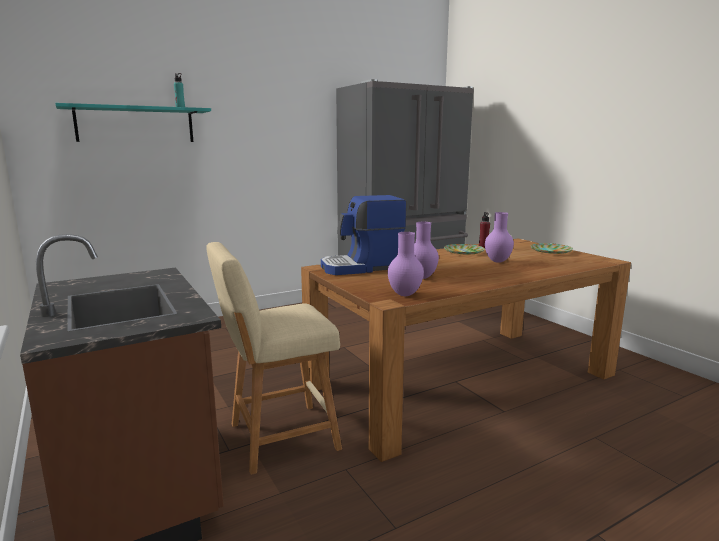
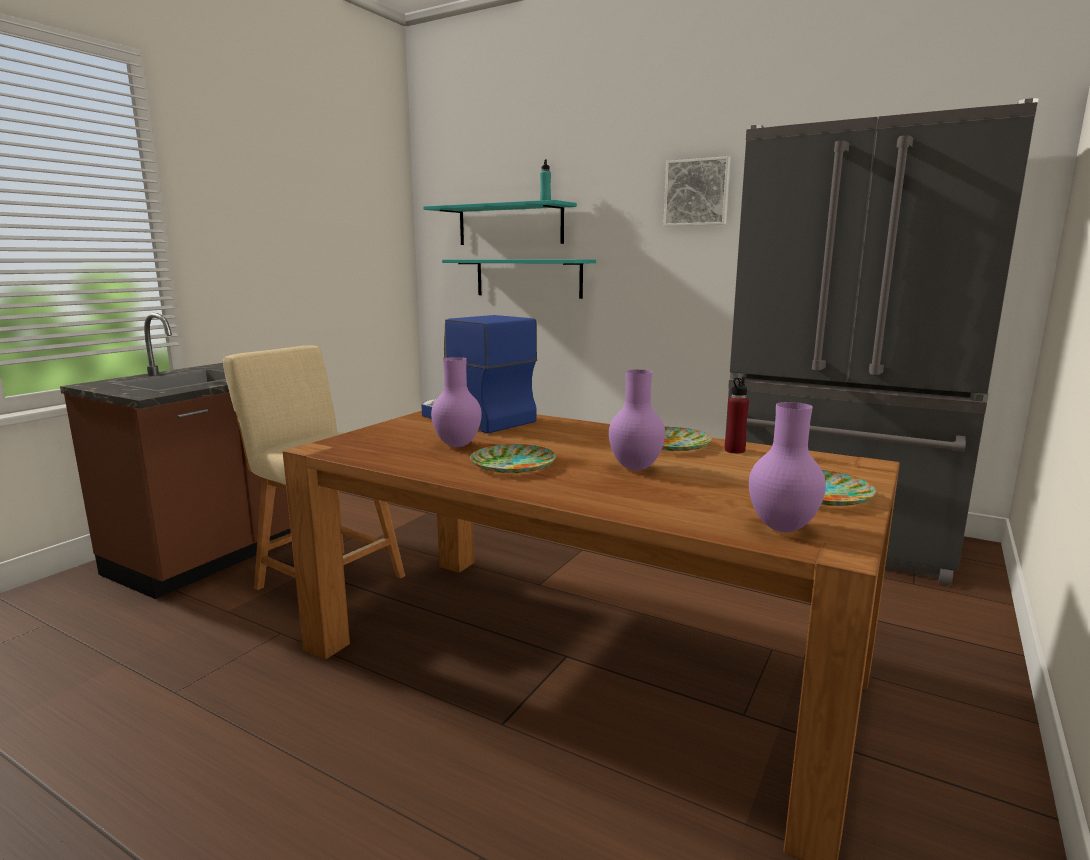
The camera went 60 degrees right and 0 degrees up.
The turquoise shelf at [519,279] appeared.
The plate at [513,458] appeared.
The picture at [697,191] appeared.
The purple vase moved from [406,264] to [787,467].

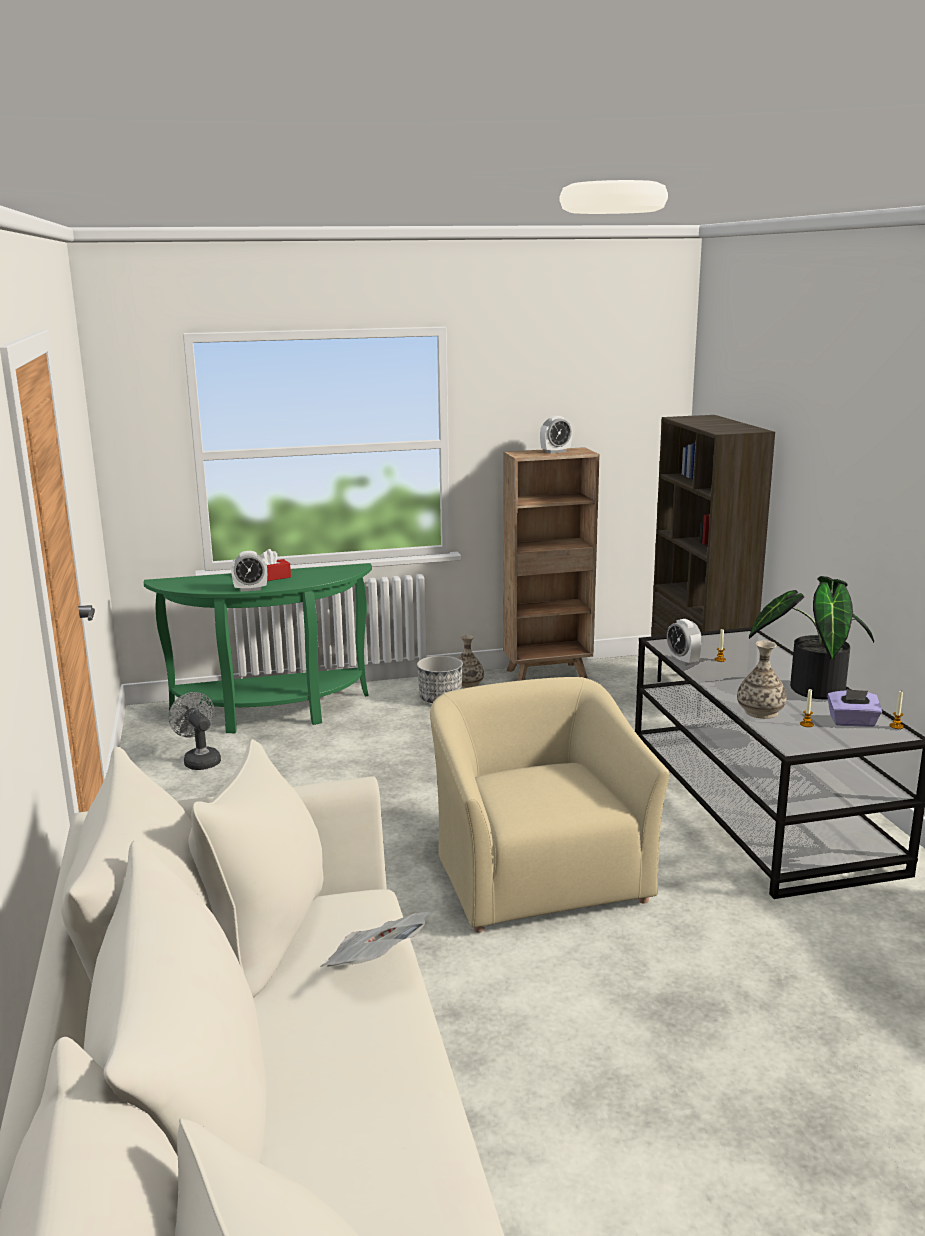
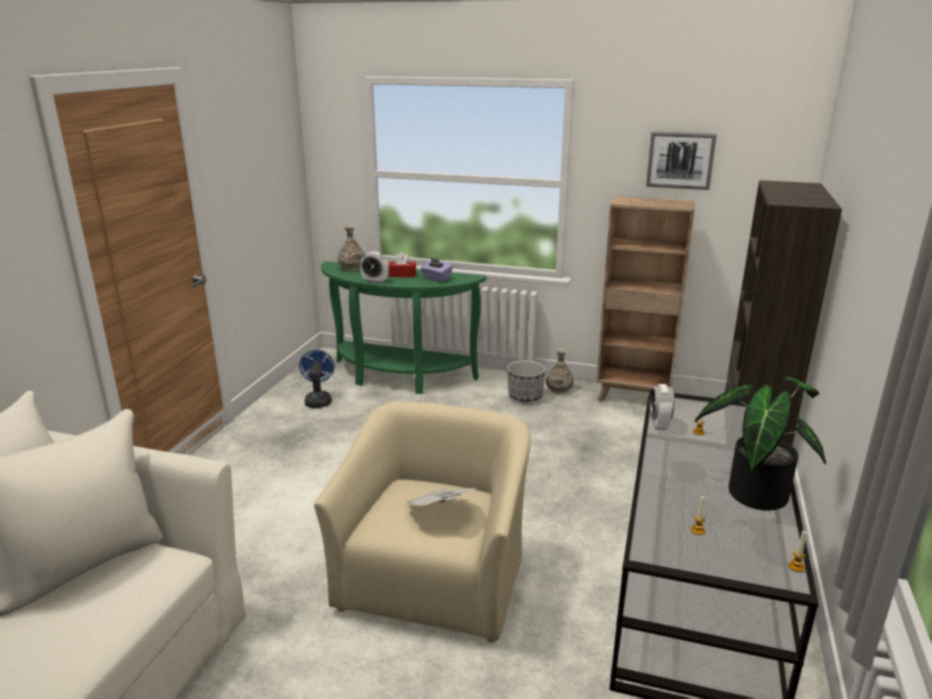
The camera went 30 degrees right and 5 degrees up.
The grey fan at [194,731] became the blue fan at [317,379].
The vase moved from [762,679] to [352,248].
The newspaper moved from [375,939] to [441,497].
The purple tissue box moved from [854,708] to [437,269].
The picture at [681,161] appeared.
The alarm clock at [556,435] disappeared.

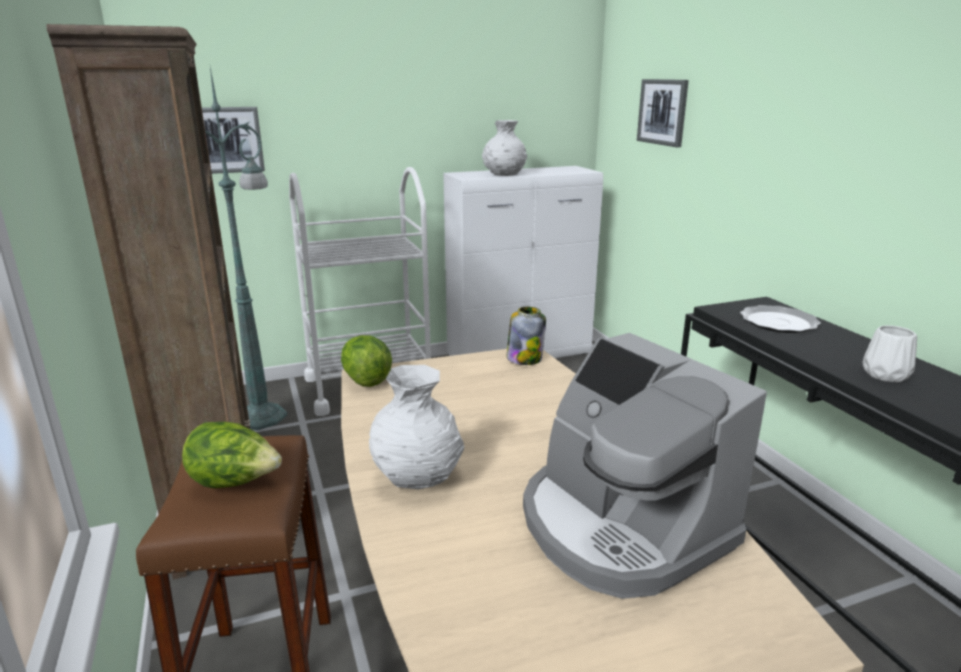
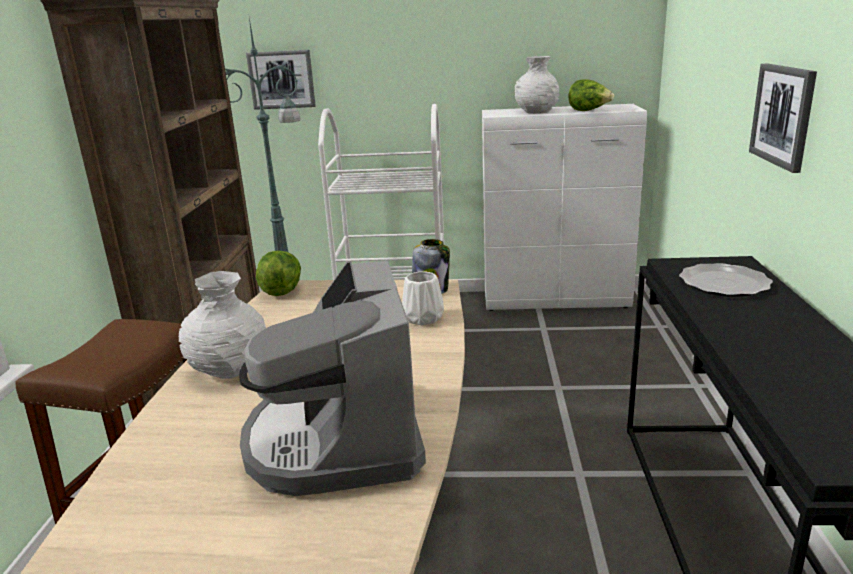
The camera went 25 degrees right and 0 degrees up.
The white vase moved from [890,353] to [423,298].
The lettuce moved from [232,455] to [591,95].
The picture moved from [663,113] to [783,118].

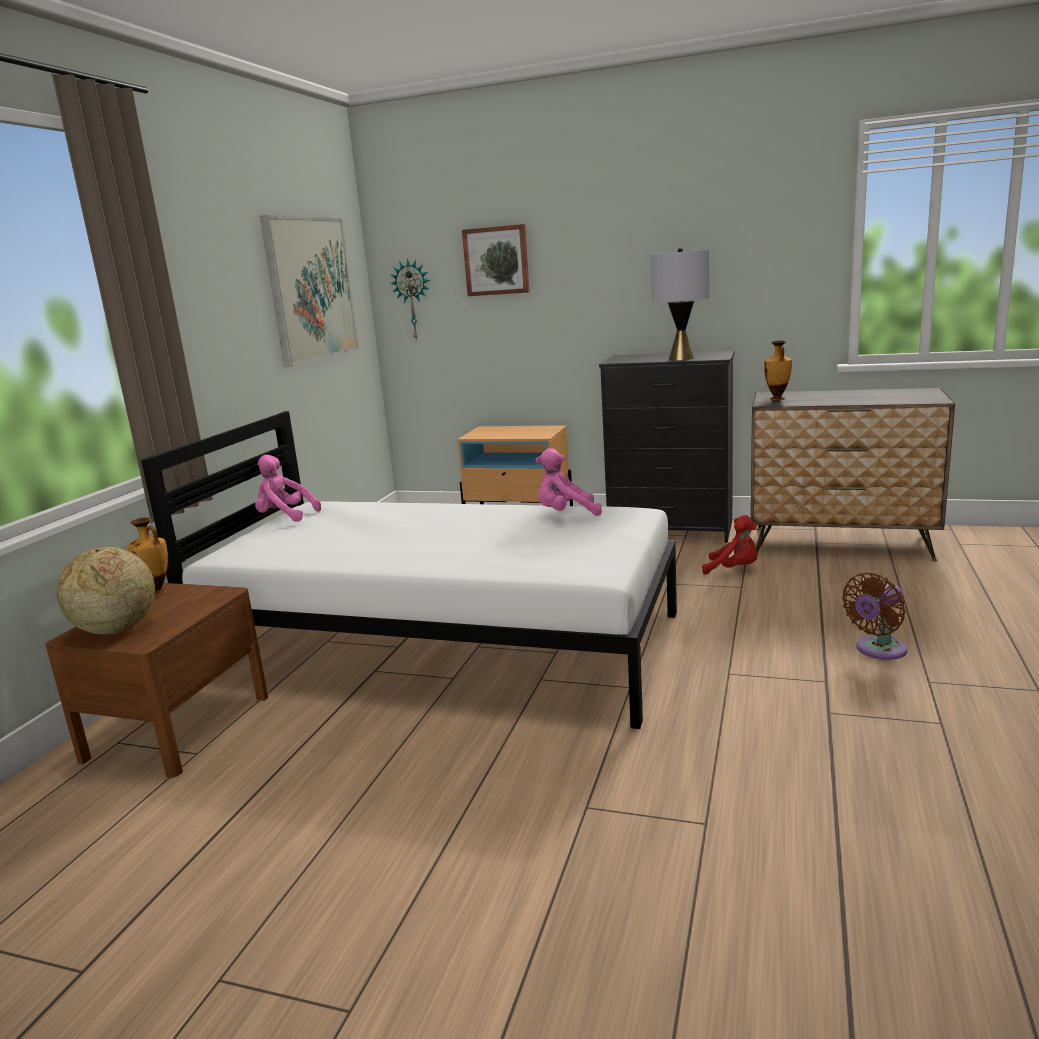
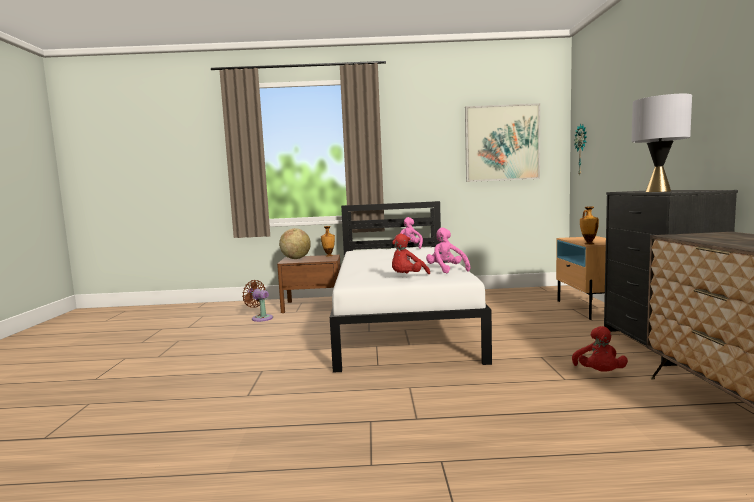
The camera went 70 degrees right and 10 degrees down.
The brown fan moved from [875,616] to [257,301].
The red plush toy at [411,254] appeared.
The vase moved from [778,370] to [589,226].
The picture at [496,260] disappeared.

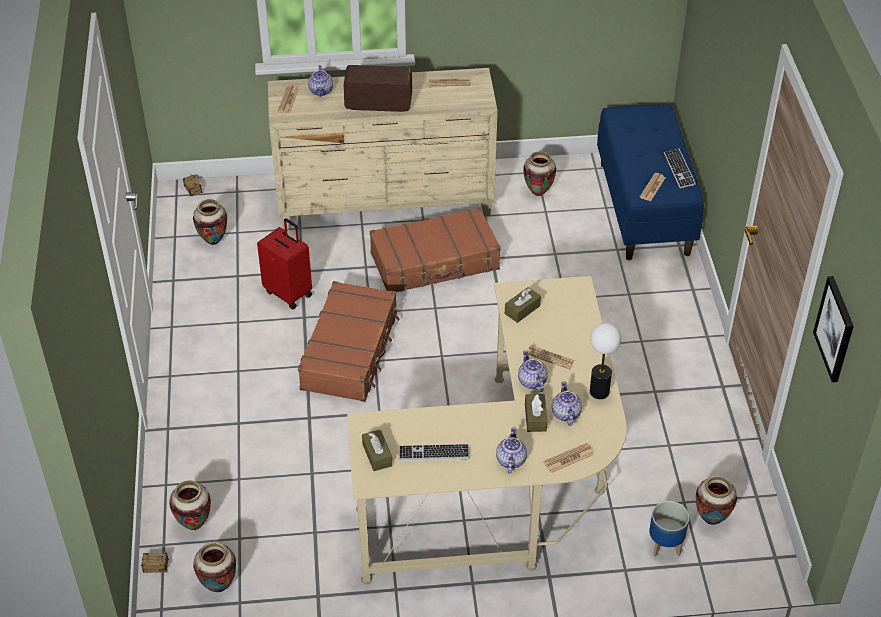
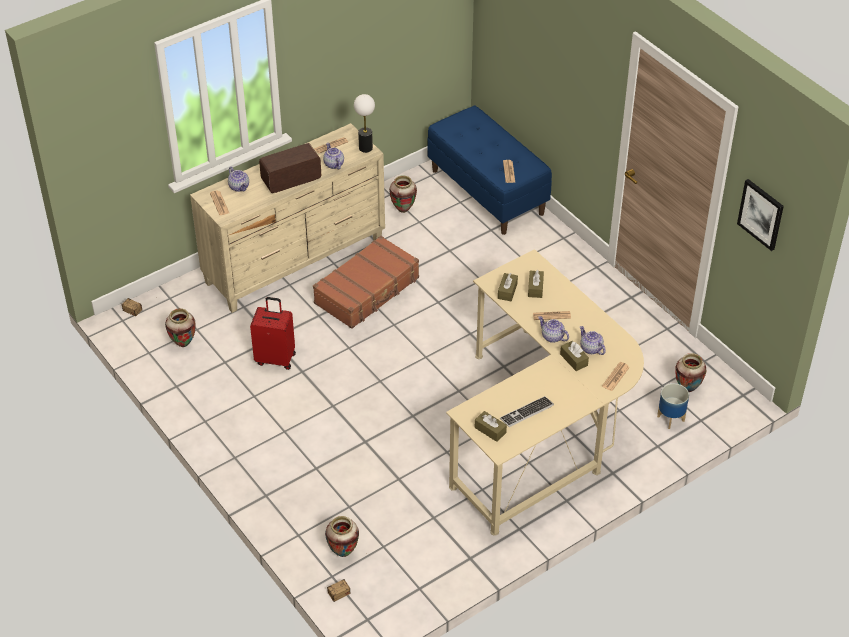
The camera went 30 degrees left and 0 degrees up.
The teapot moved from [511,450] to [333,156].
The table lamp moved from [605,361] to [364,123].
The brown tissue box at [536,284] appeared.
The vase at [214,567] disappeared.
The brown suitcase at [349,341] disappeared.
The keyboard at [680,168] disappeared.

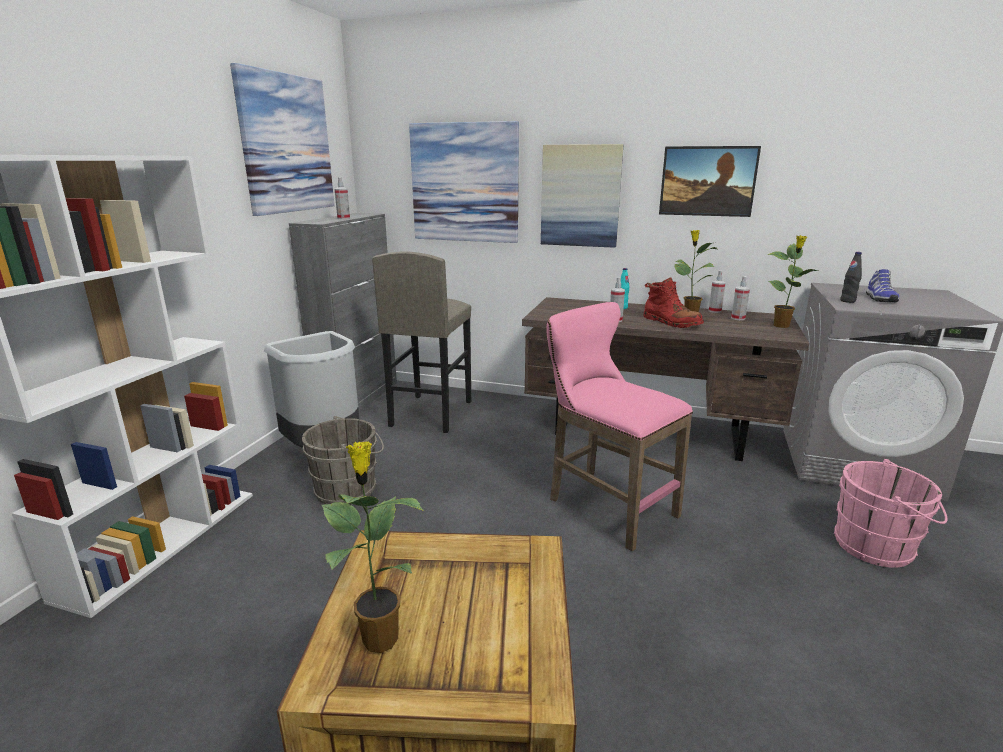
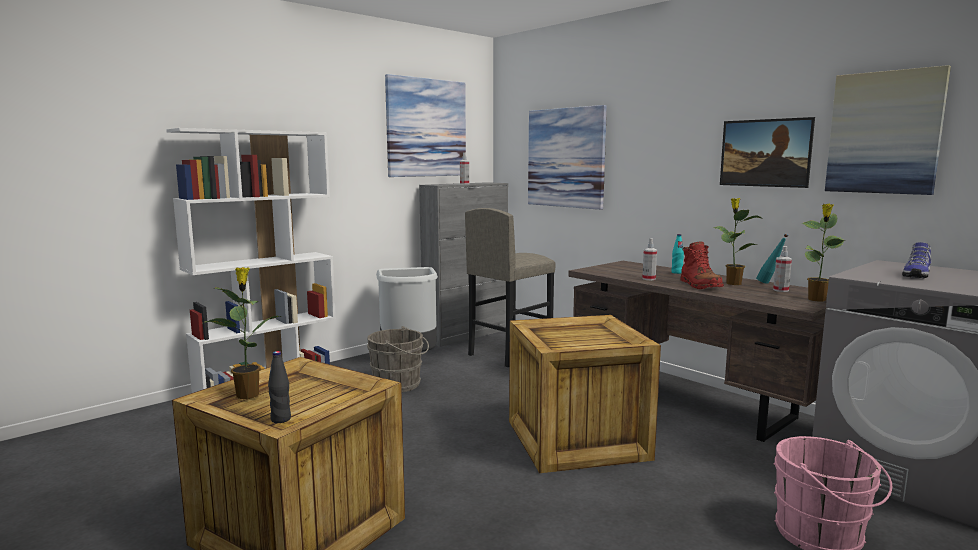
The camera went 30 degrees right and 10 degrees down.
The black bottle moved from [851,277] to [279,387].
The pink stool at [620,426] was replaced by the crate at [585,394].
The spray bottle at [717,291] was replaced by the turquoise bottle at [772,259].
The picture moved from [582,196] to [888,130].

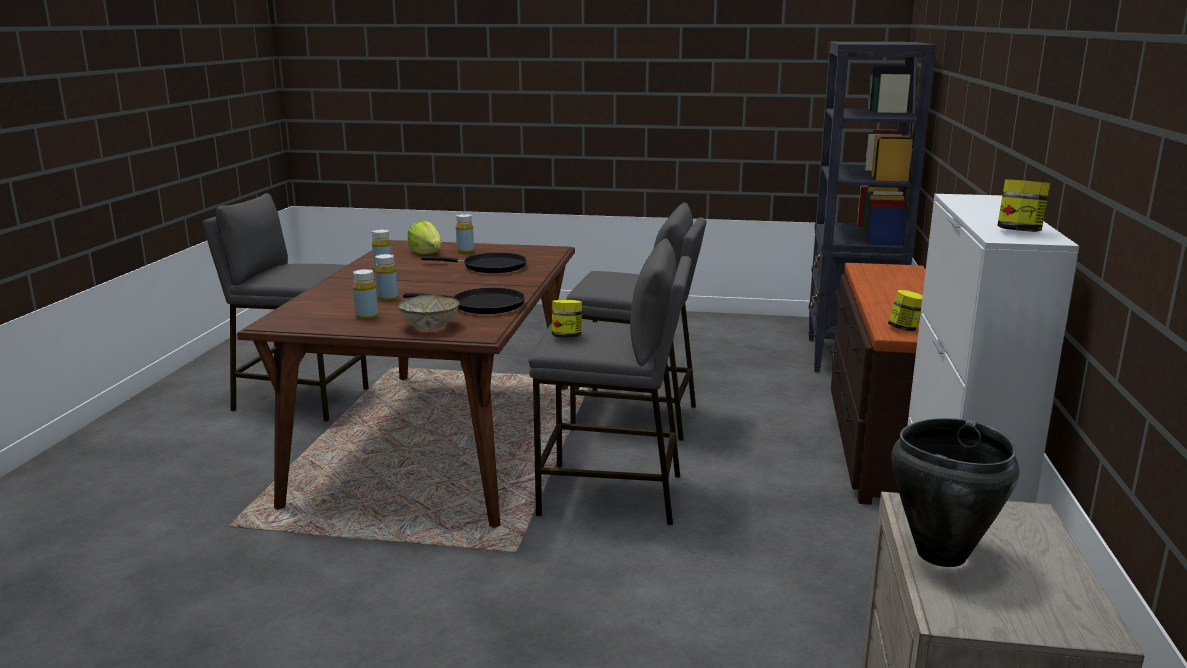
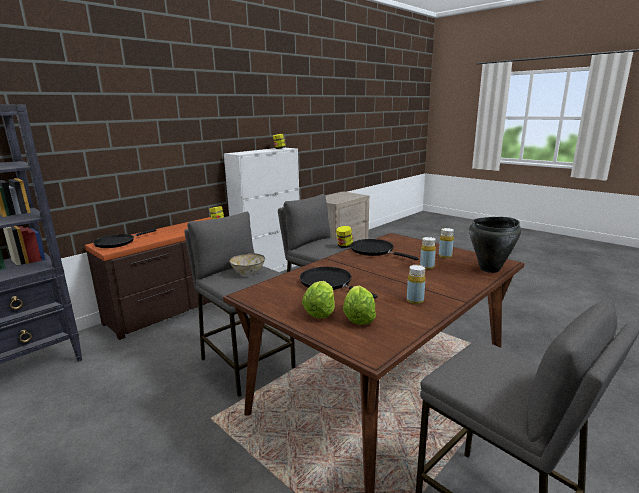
The camera went 145 degrees left and 0 degrees up.
The black frying pan at [125,238] appeared.
The bowl moved from [429,312] to [247,264].
The yellow bottle at [465,233] was replaced by the lettuce at [318,299].
The black cooking pot moved from [955,492] to [495,245].

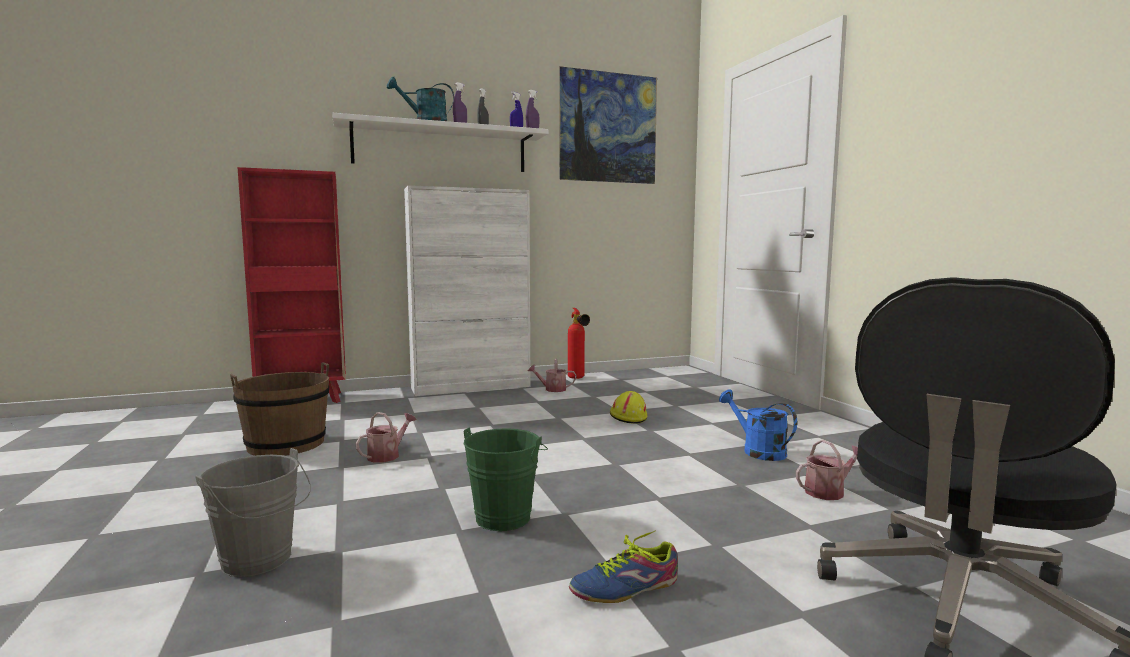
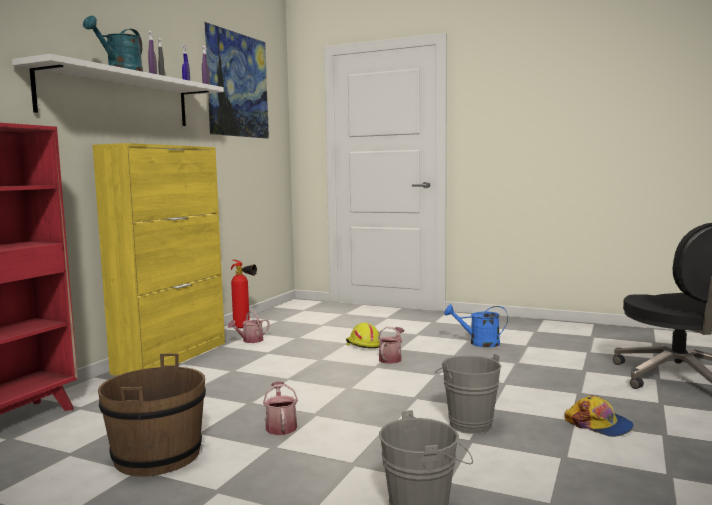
The camera went 45 degrees left and 0 degrees up.
The white cabinet at [467,290] became the yellow cabinet at [158,259].
The watering can moved from [827,470] to [391,345].
The green bucket at [506,479] became the grey bucket at [468,394].
The shoe at [623,566] was replaced by the cap at [599,416].

